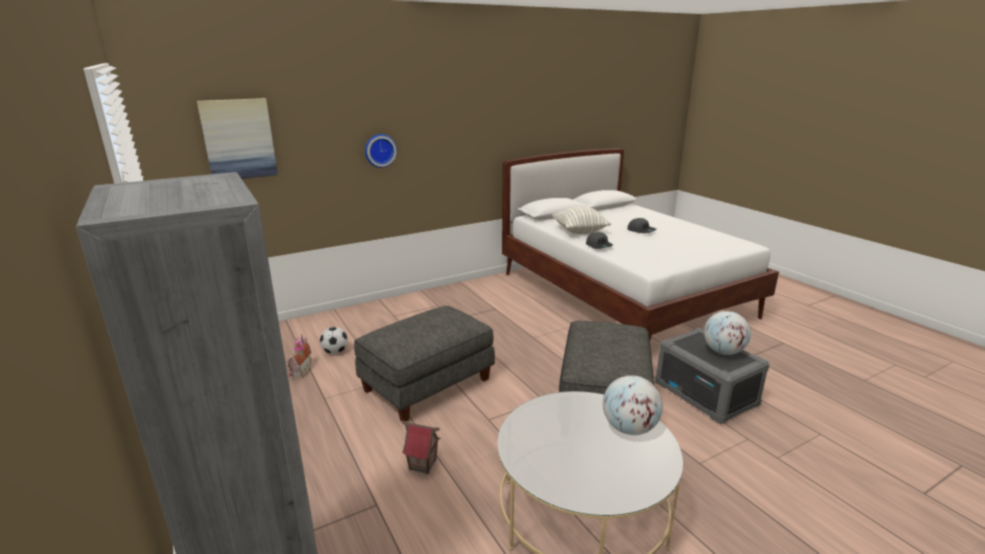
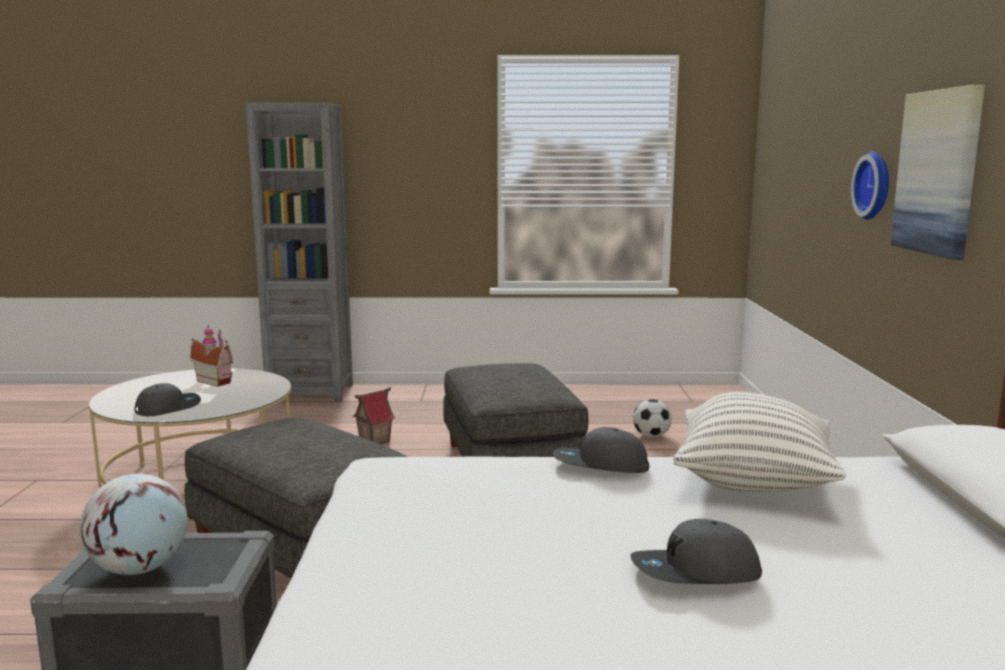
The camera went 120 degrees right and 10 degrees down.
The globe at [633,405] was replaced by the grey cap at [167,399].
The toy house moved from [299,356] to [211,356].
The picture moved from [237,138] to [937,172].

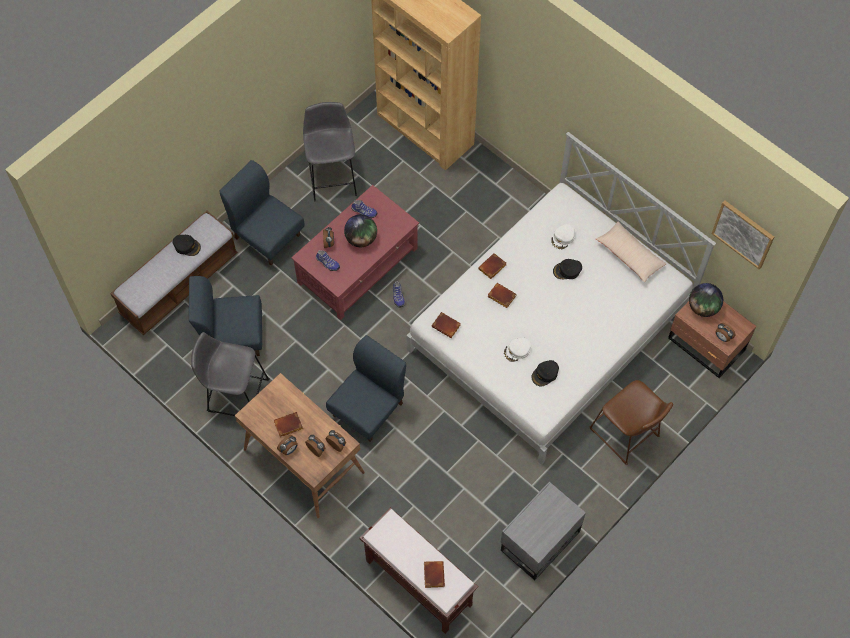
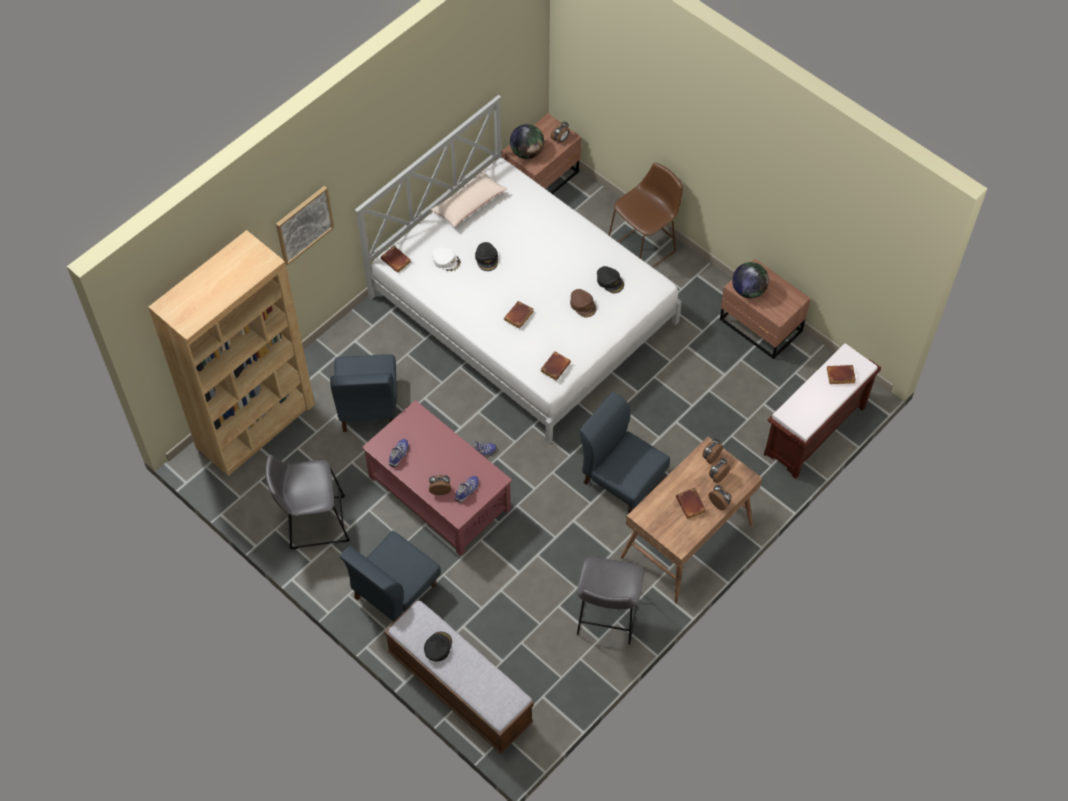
The camera went 90 degrees left and 5 degrees down.
The picture moved from [742,235] to [305,225].
The blue chair moved from [225,316] to [363,393].
The brown book moved from [492,266] to [395,259].
The white cap at [517,350] became the brown cap at [583,303].
The grey nightstand at [543,531] became the brown nightstand at [765,308].
The globe moved from [360,230] to [750,280].

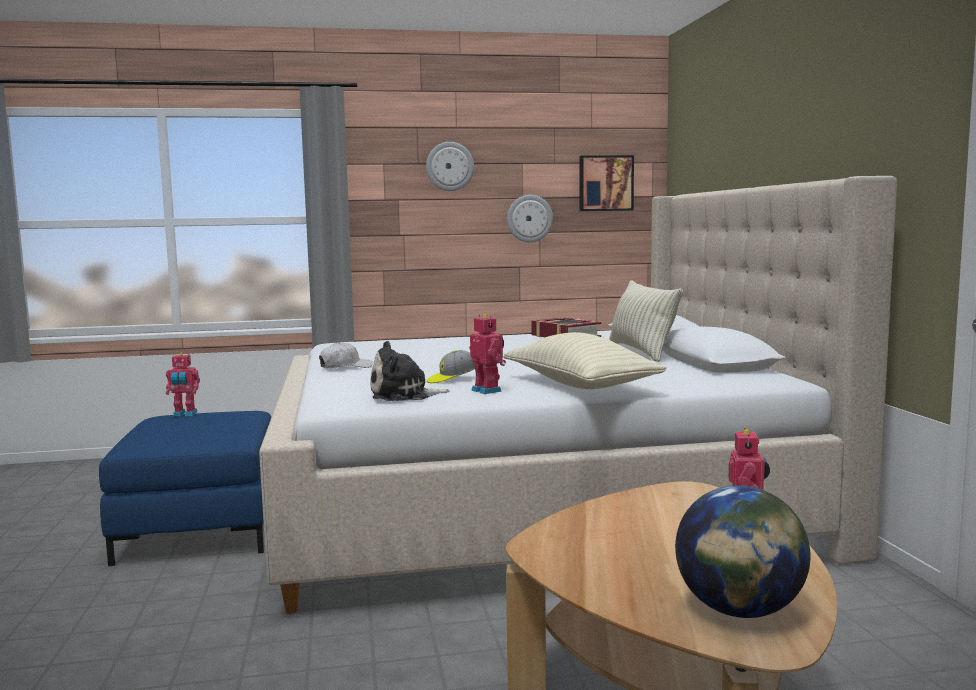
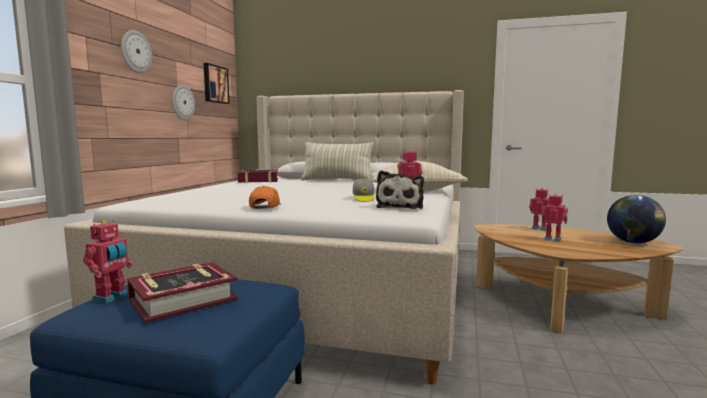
The camera went 65 degrees left and 0 degrees up.
The book at [182,292] appeared.
The white cap at [346,355] became the orange cap at [265,197].
The toy robot at [554,218] appeared.

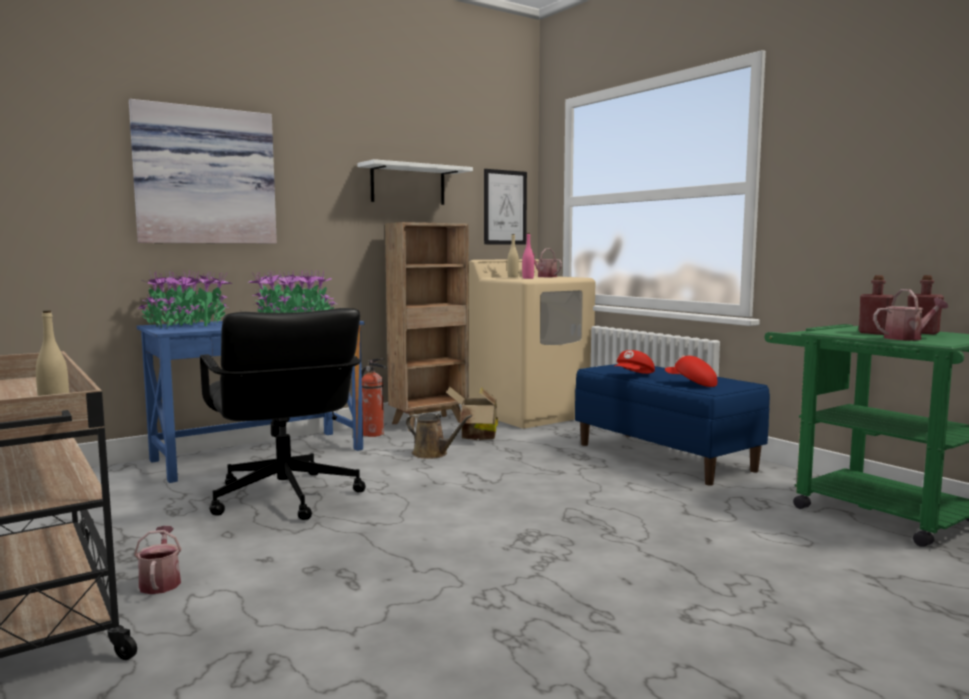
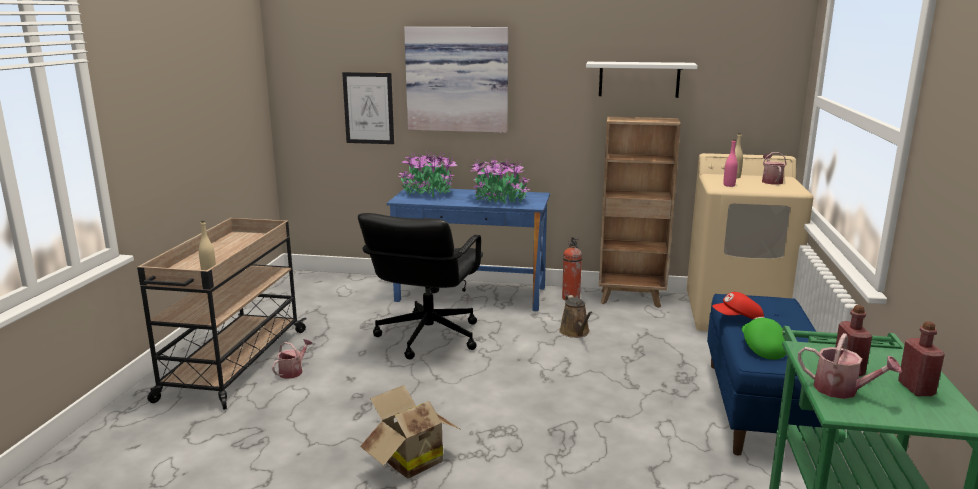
The camera went 45 degrees right and 10 degrees up.
The picture moved from [505,207] to [368,108].
The cardboard box moved from [472,413] to [410,432].
The red cap at [691,371] became the green cap at [764,338].

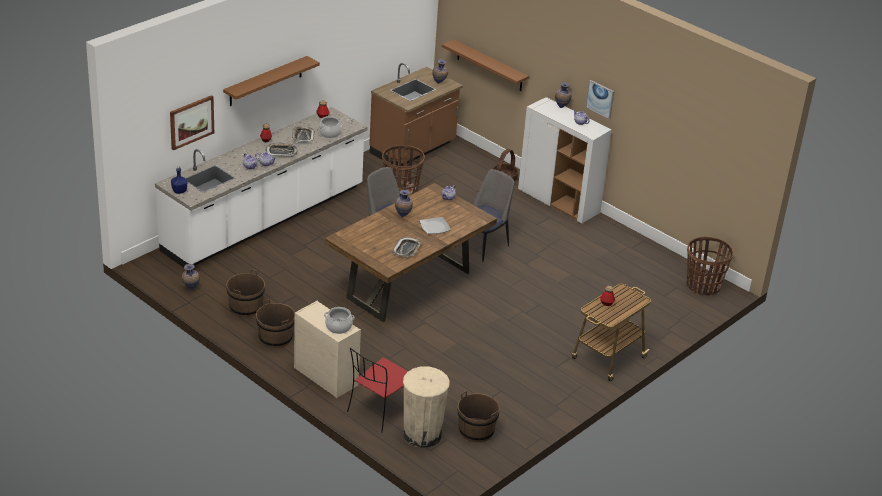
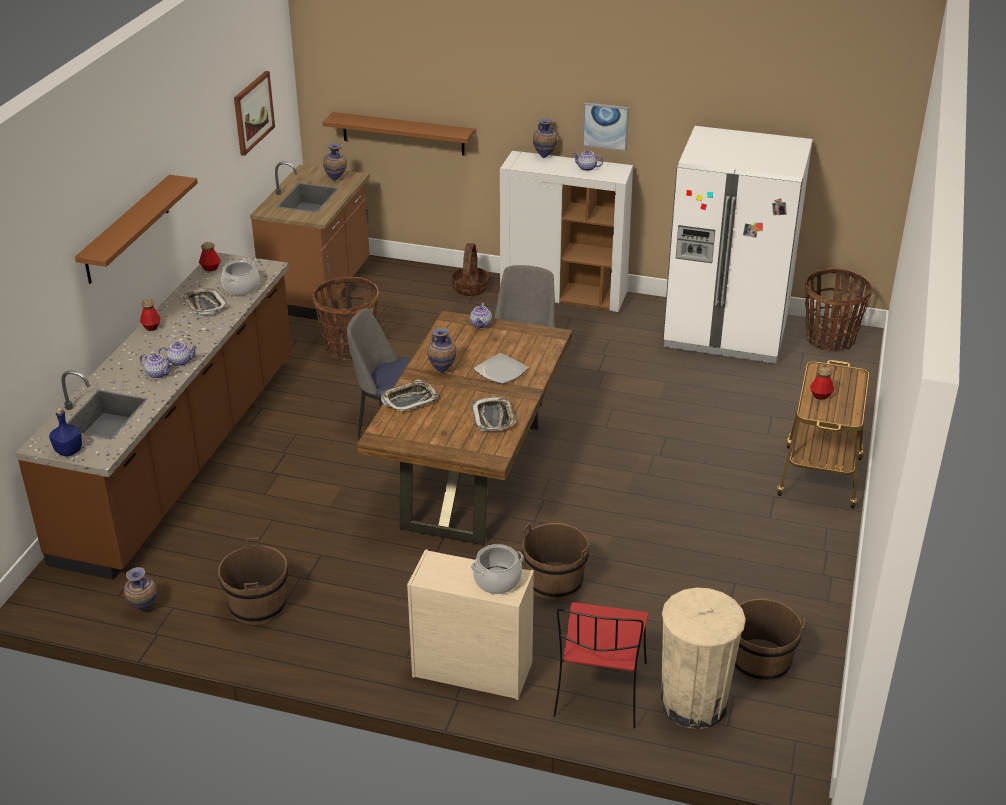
The camera went 25 degrees left and 0 degrees up.
The white counter at [261,187] became the brown counter at [153,416].
The picture moved from [192,122] to [254,113].
The tray moved from [282,150] to [409,396].
The brown bucket moved from [275,323] to [555,561].
The white fridge at [738,245] appeared.

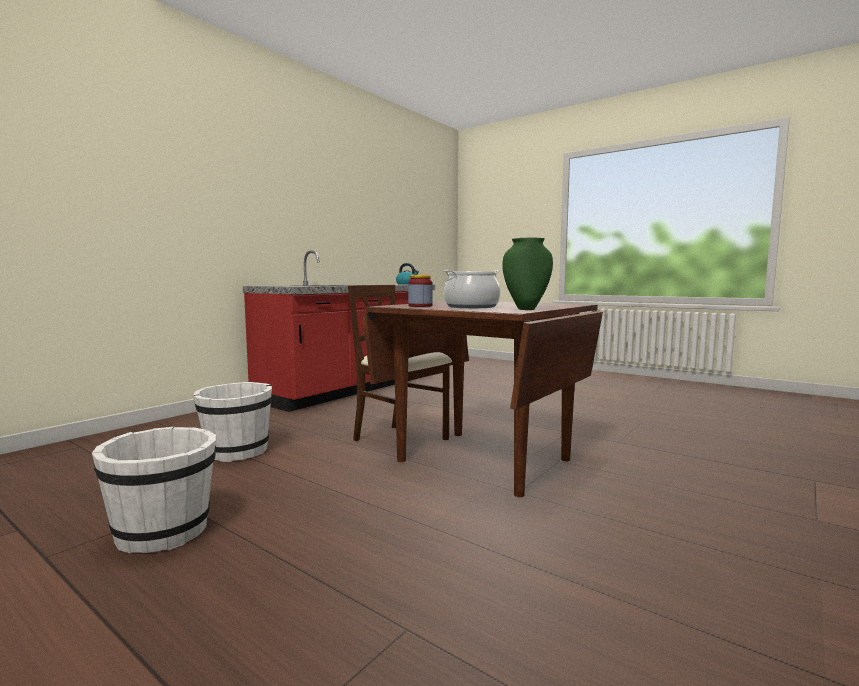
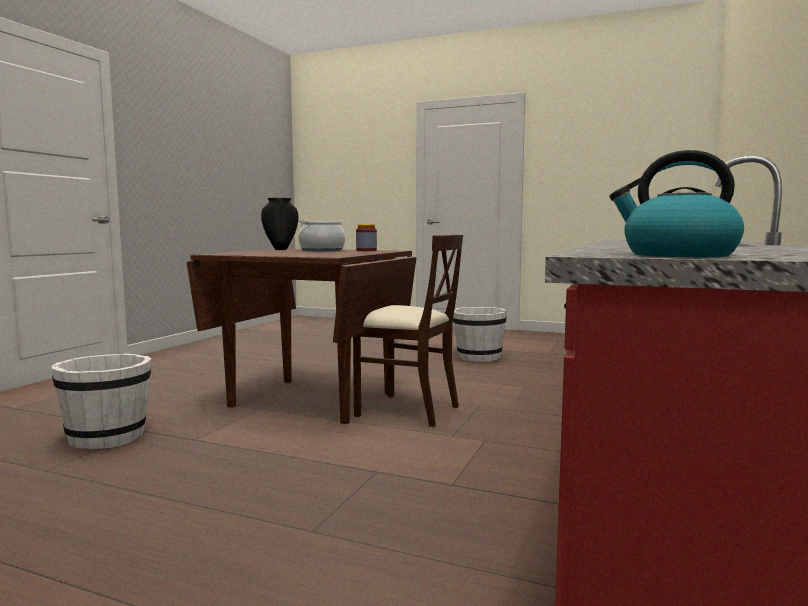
The camera went 165 degrees right and 0 degrees up.
The white bucket moved from [232,422] to [101,401].
The green vase at [527,274] became the black vase at [279,224].

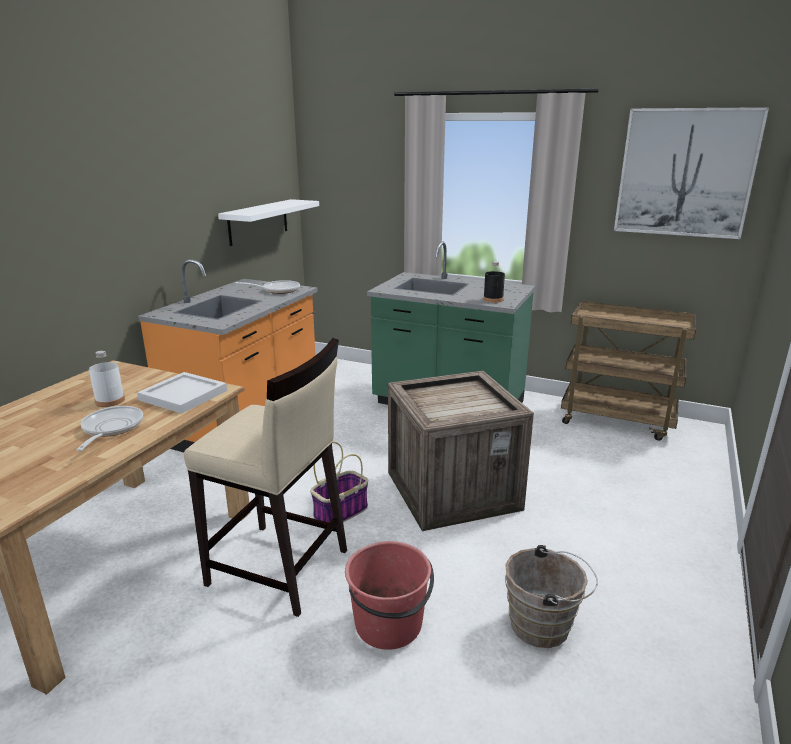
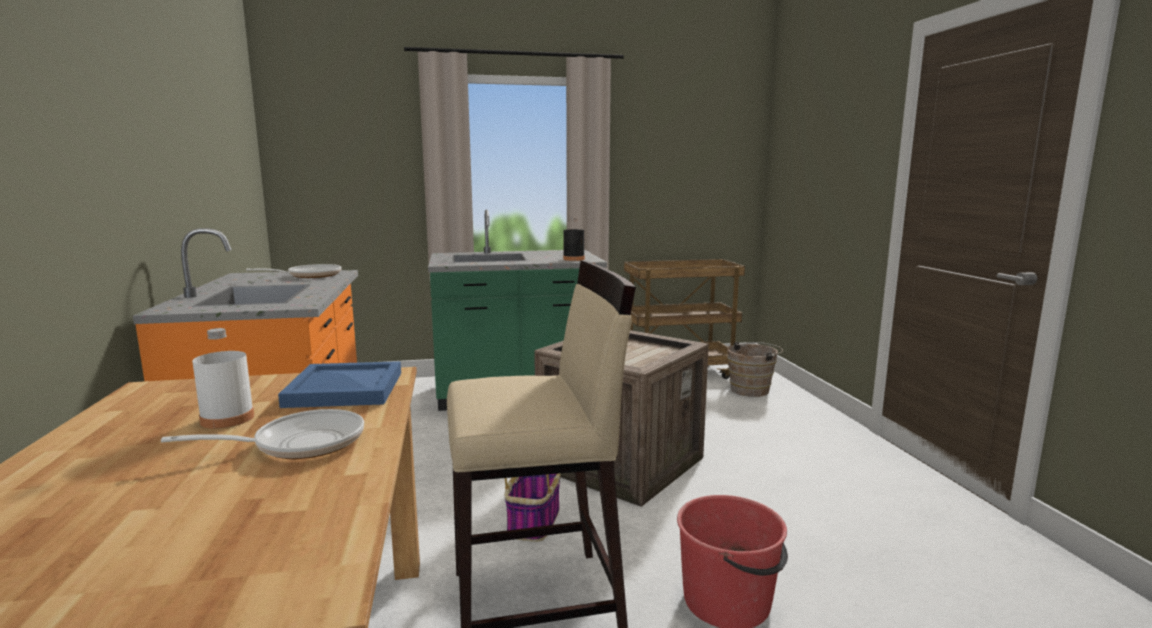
The camera went 35 degrees left and 10 degrees down.
The frying pan at [109,428] turned 105 degrees clockwise.
The white tray at [182,393] became the blue tray at [339,384].
The brown bucket moved from [551,596] to [755,369].
The white shelf at [268,222] disappeared.
The picture at [691,173] disappeared.

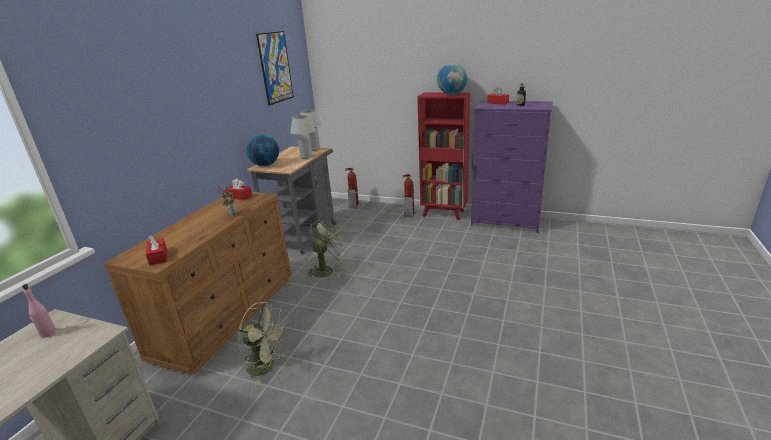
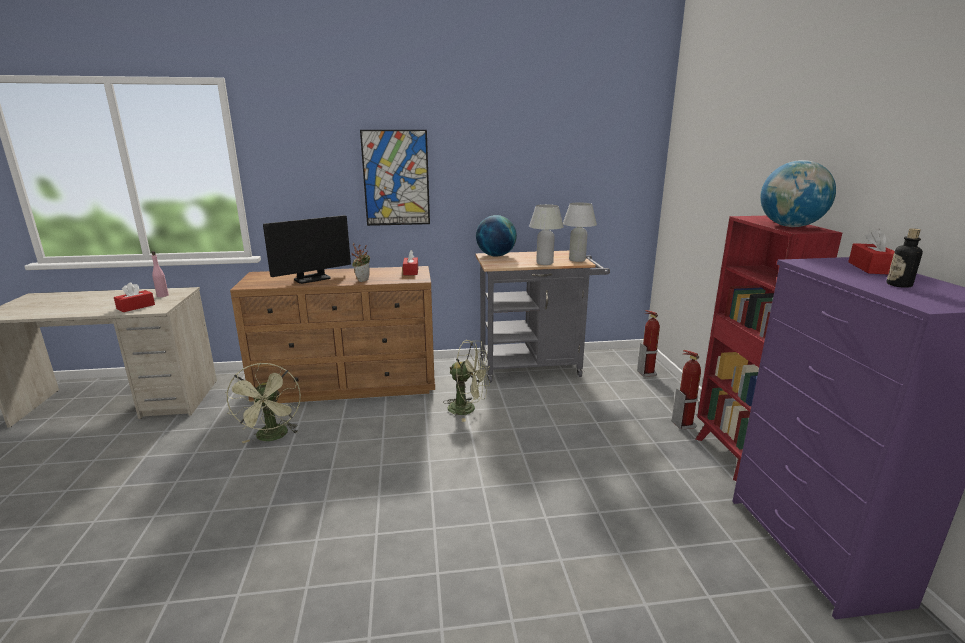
The camera went 60 degrees right and 5 degrees down.
The red tissue box moved from [156,250] to [134,297].
The monitor at [307,249] appeared.
The picture moved from [275,68] to [395,178].

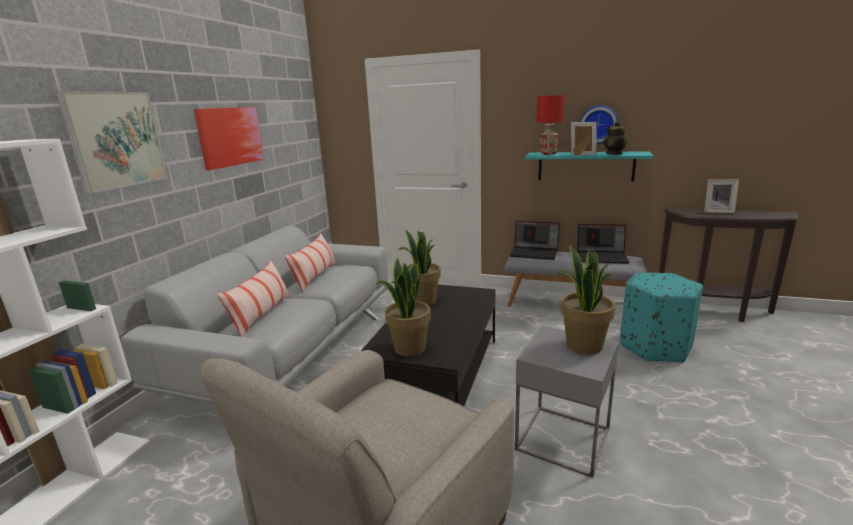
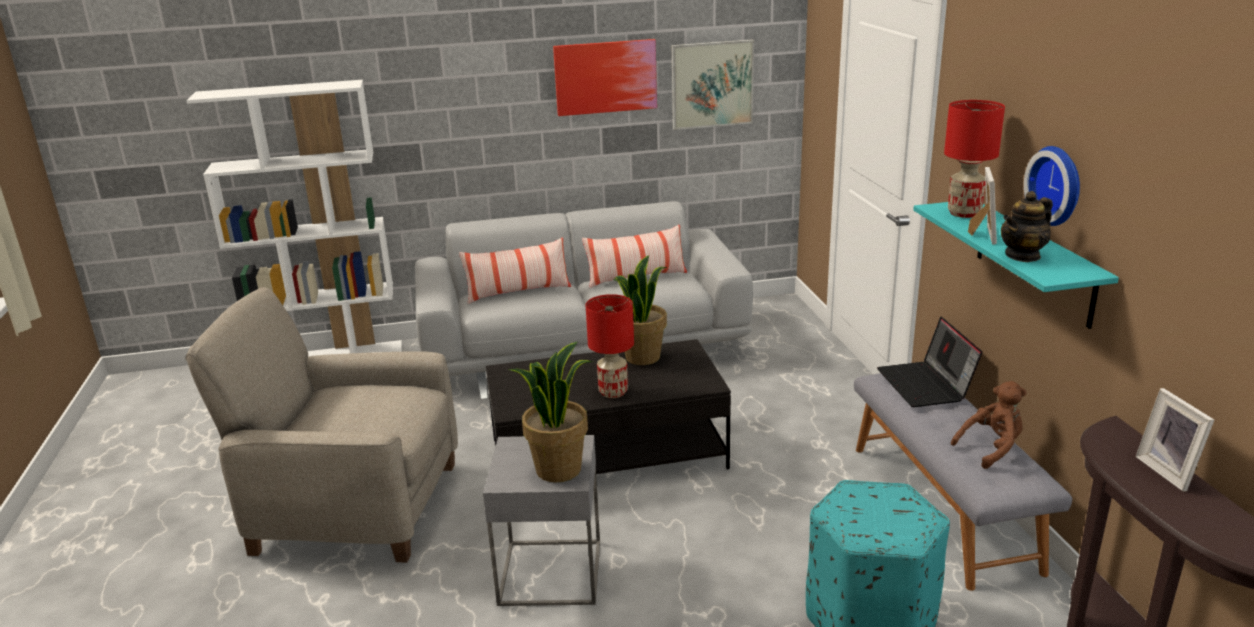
The camera went 60 degrees right and 5 degrees up.
The red table lamp at [610,346] appeared.
The picture moved from [112,142] to [713,85].
The laptop at [603,244] was replaced by the brown plush toy at [989,425].
The potted plant at [403,307] disappeared.

